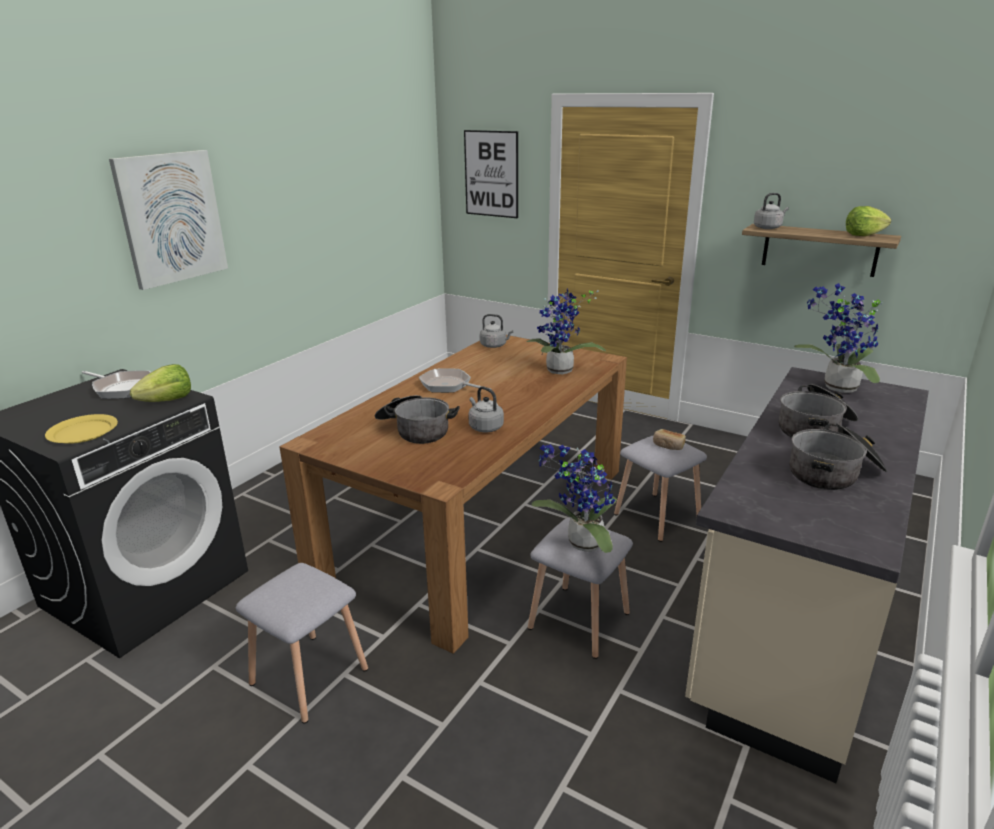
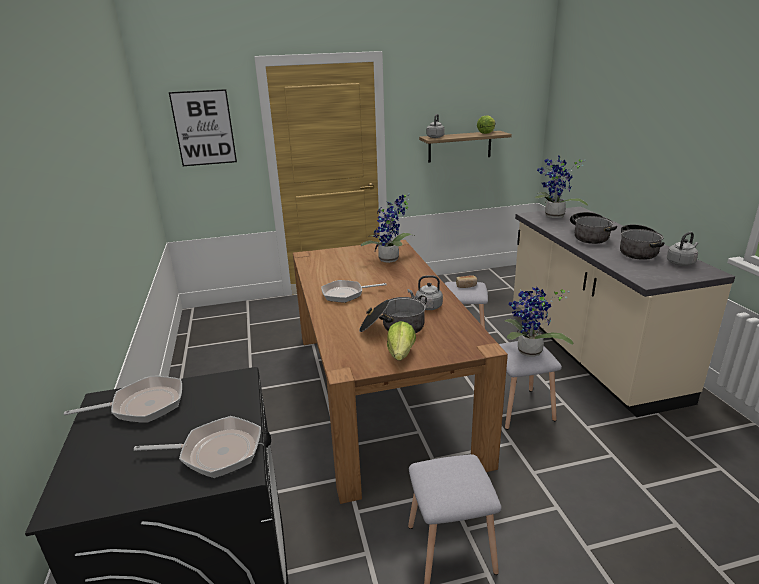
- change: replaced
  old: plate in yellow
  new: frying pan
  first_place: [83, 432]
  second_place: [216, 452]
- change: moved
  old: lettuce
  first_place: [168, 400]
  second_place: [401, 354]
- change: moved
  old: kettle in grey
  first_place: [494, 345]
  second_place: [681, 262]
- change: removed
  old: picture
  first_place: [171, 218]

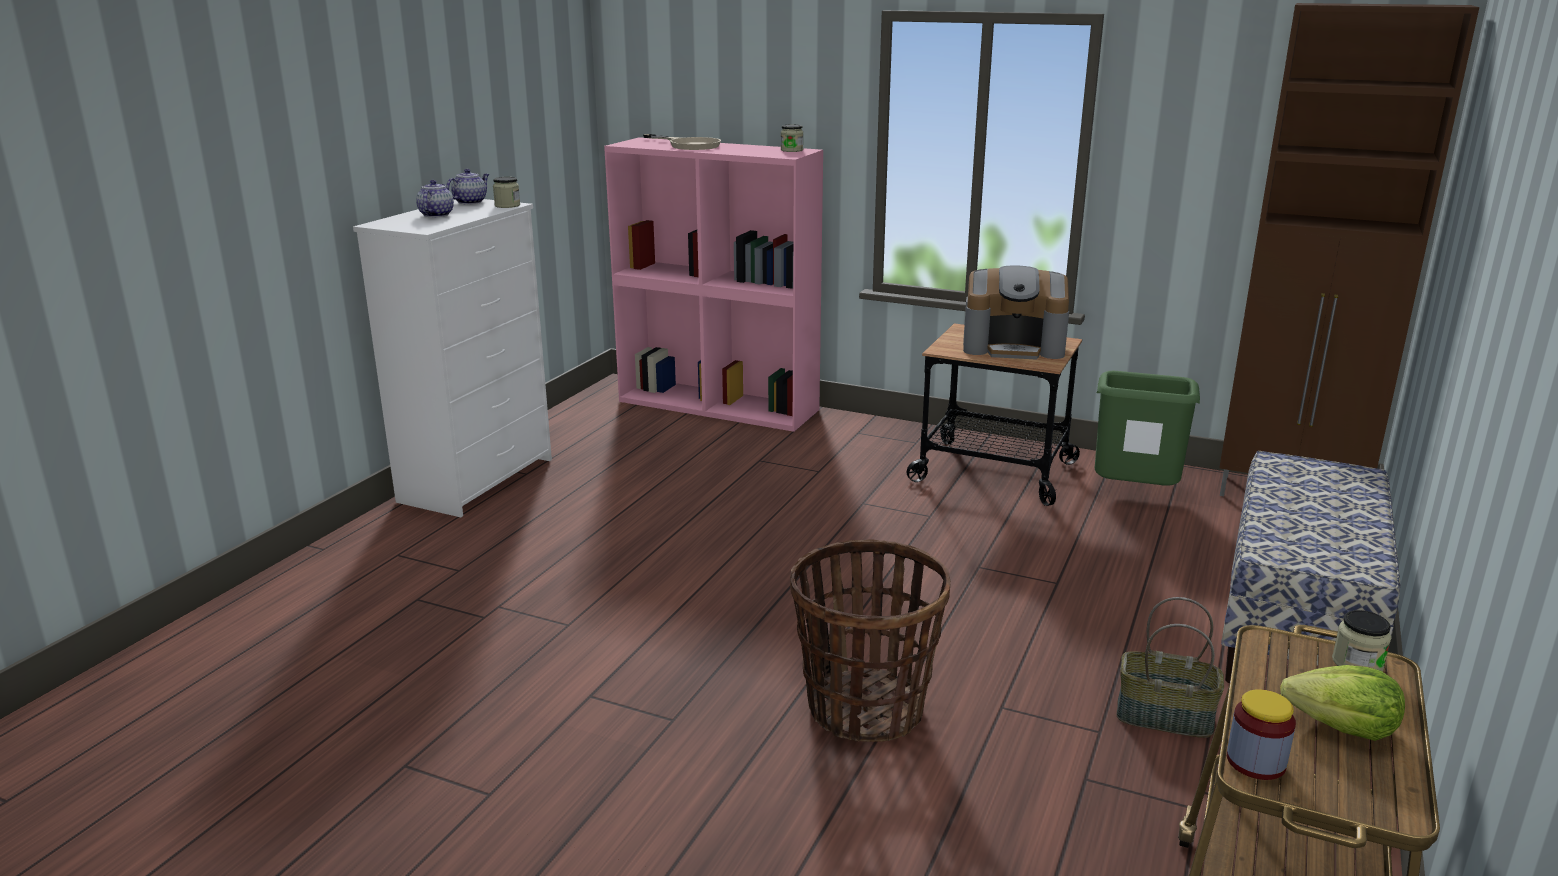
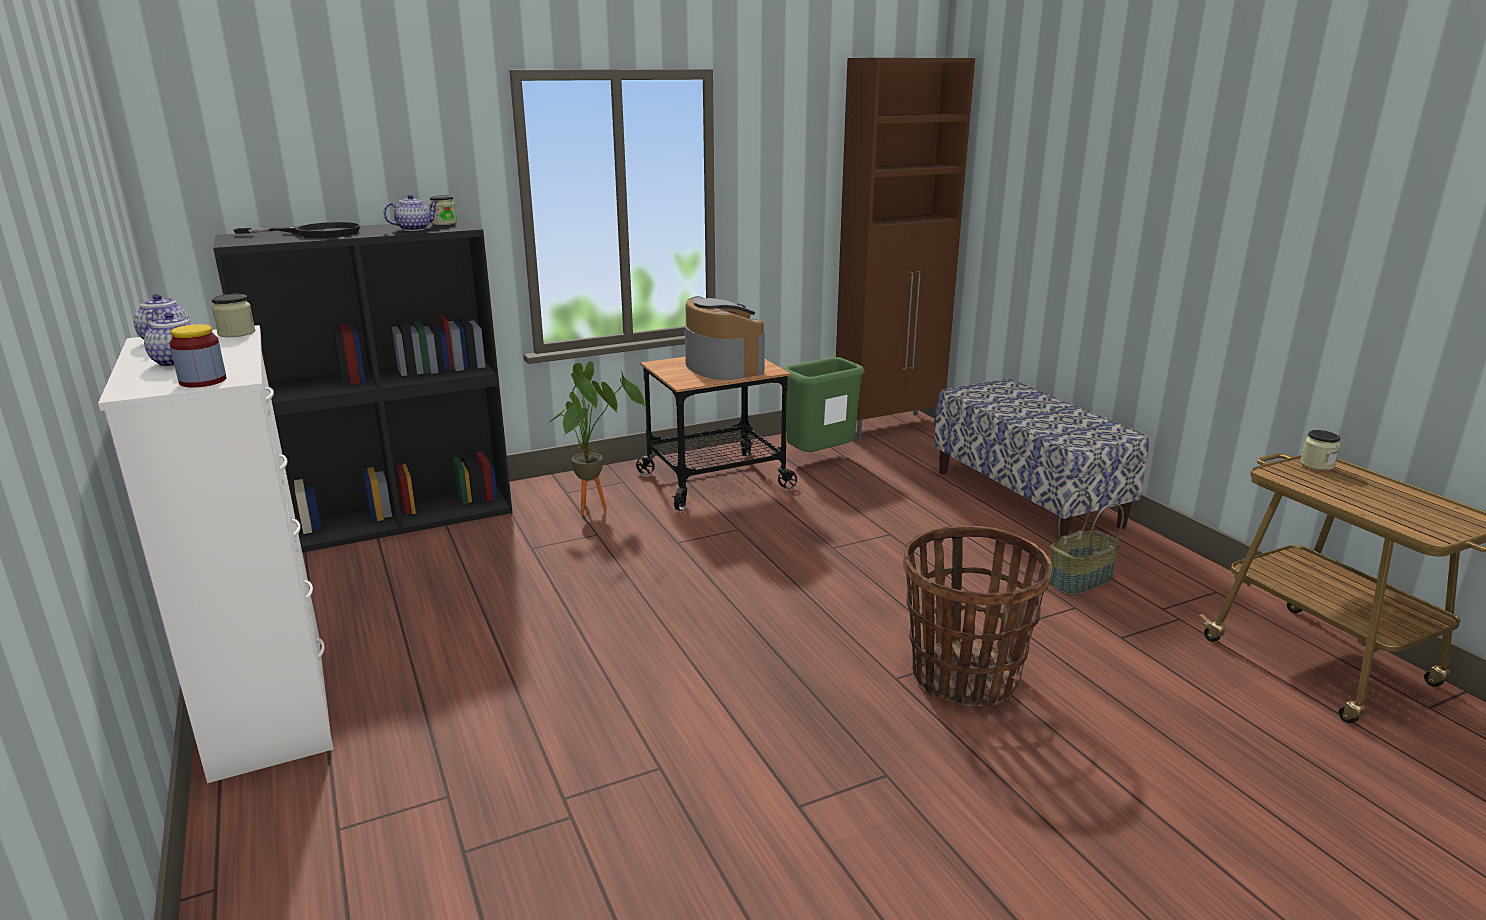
- change: moved
  old: jar
  first_place: [1255, 762]
  second_place: [203, 381]
- change: recoloured
  old: bookcase in pink
  new: bookcase in black
  first_place: [720, 405]
  second_place: [398, 518]
- change: recoloured
  old: frying pan in beige
  new: frying pan in black
  first_place: [688, 145]
  second_place: [316, 233]
- change: added
  new: teapot
  second_place: [414, 229]
- change: added
  new: potted plant
  second_place: [596, 506]
- change: turned
  old: coffee machine
  first_place: [1013, 346]
  second_place: [722, 366]
  degrees: -75
- change: removed
  old: lettuce
  first_place: [1342, 727]

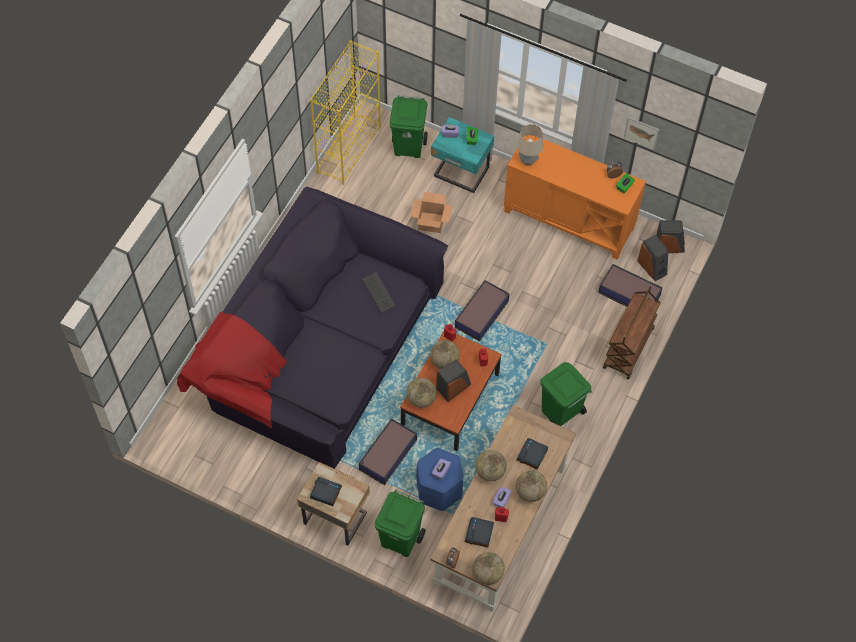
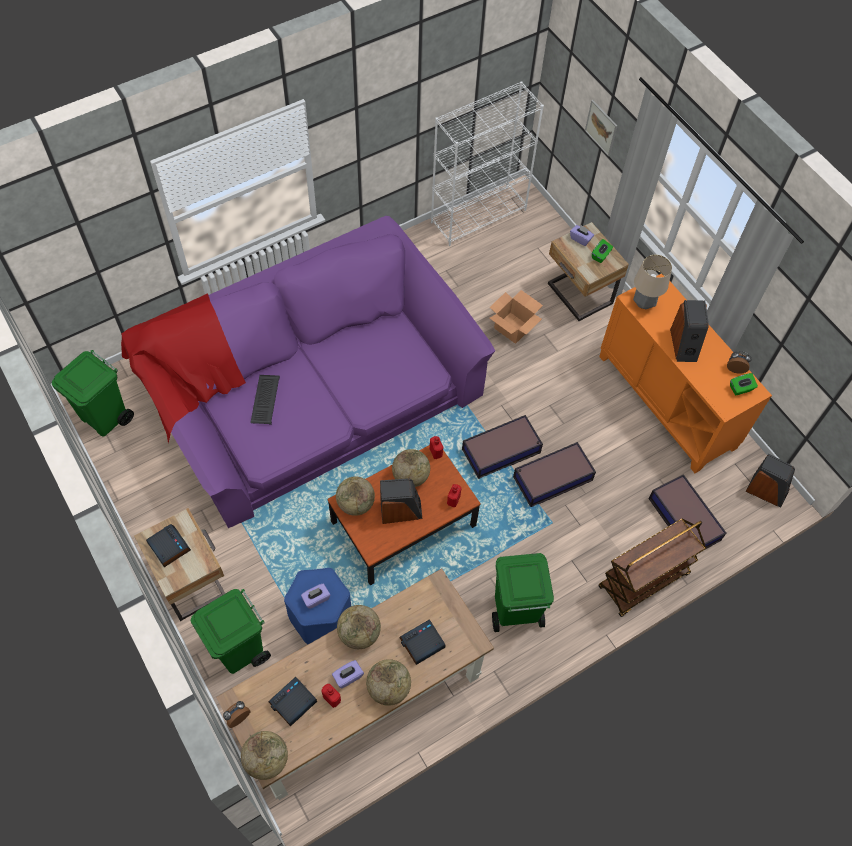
- change: moved
  old: trash can in green
  first_place: [409, 147]
  second_place: [105, 417]
- change: recoloured
  old: sofa in black
  new: sofa in purple
  first_place: [319, 342]
  second_place: [311, 387]
- change: moved
  old: keyboard
  first_place: [378, 292]
  second_place: [264, 399]
- change: recoloured
  old: bookcase in yellow
  new: bookcase in white
  first_place: [349, 149]
  second_place: [479, 215]
- change: moved
  old: storage box
  first_place: [387, 455]
  second_place: [551, 479]
- change: recoloured
  old: nightstand in turquoise
  new: nightstand in beige
  first_place: [461, 173]
  second_place: [578, 295]
- change: moved
  old: picture
  first_place: [641, 133]
  second_place: [601, 127]
- change: moved
  old: speaker
  first_place: [652, 267]
  second_place: [684, 345]

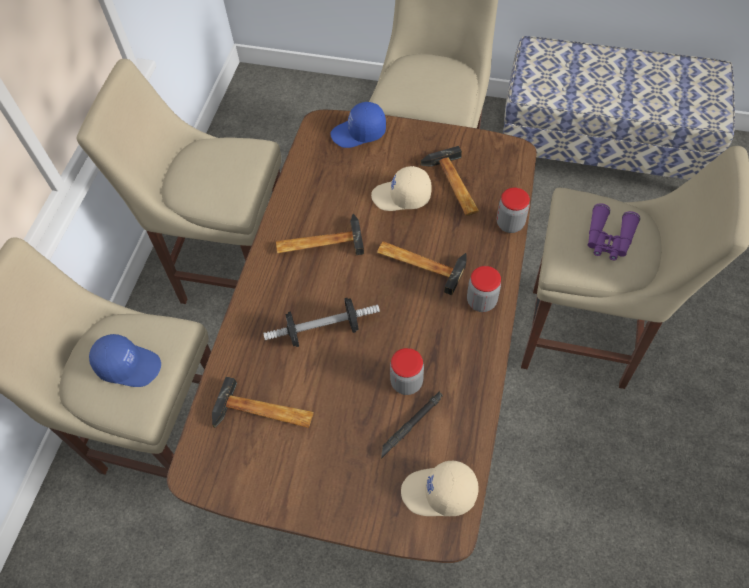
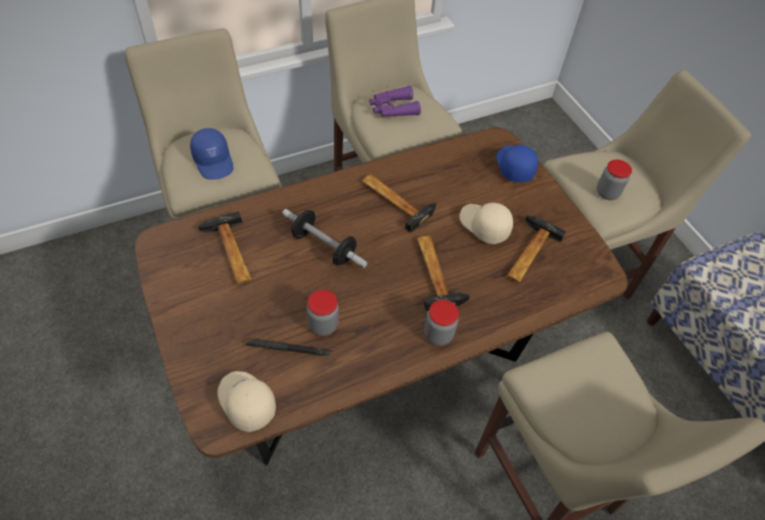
- change: moved
  old: binoculars in purple
  first_place: [608, 239]
  second_place: [393, 109]
- change: turned
  old: cap in blue
  first_place: [359, 133]
  second_place: [513, 166]
  degrees: 45
- change: moved
  old: jar
  first_place: [510, 224]
  second_place: [607, 193]

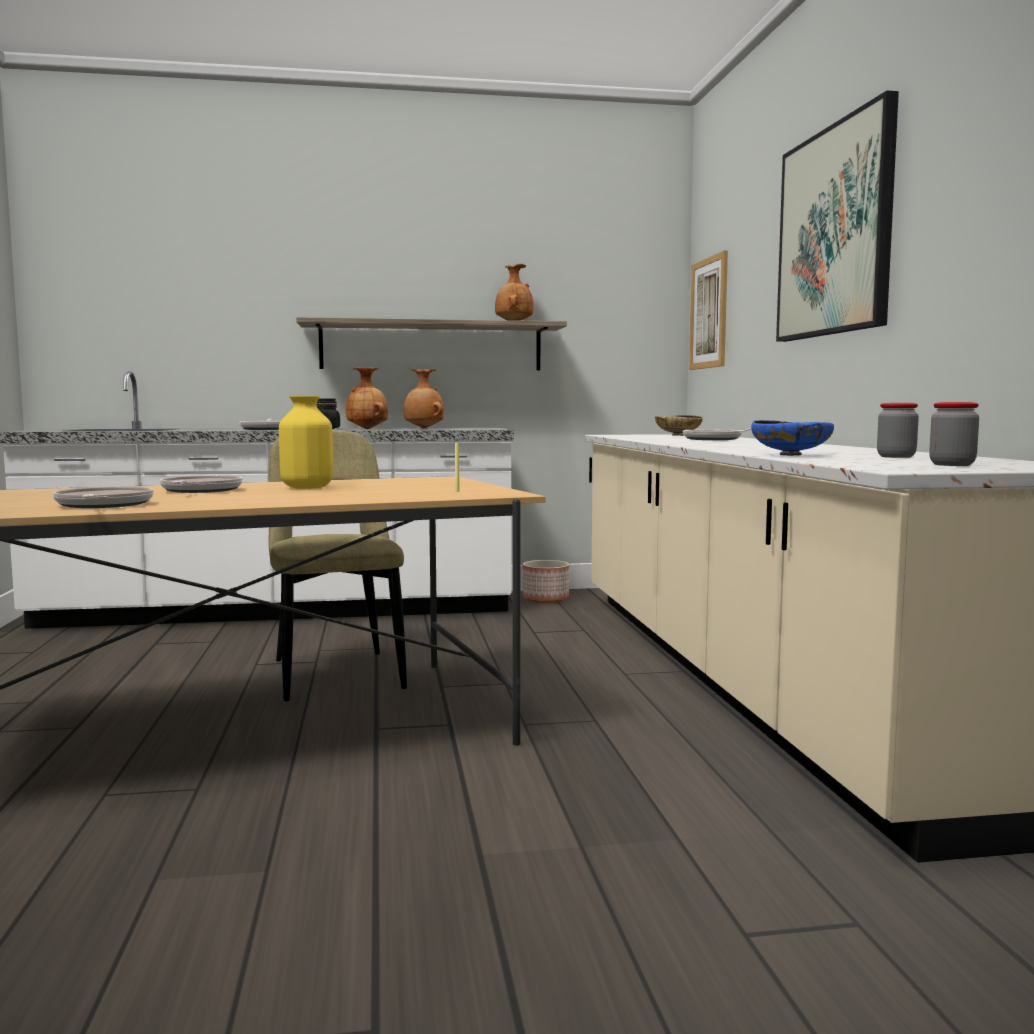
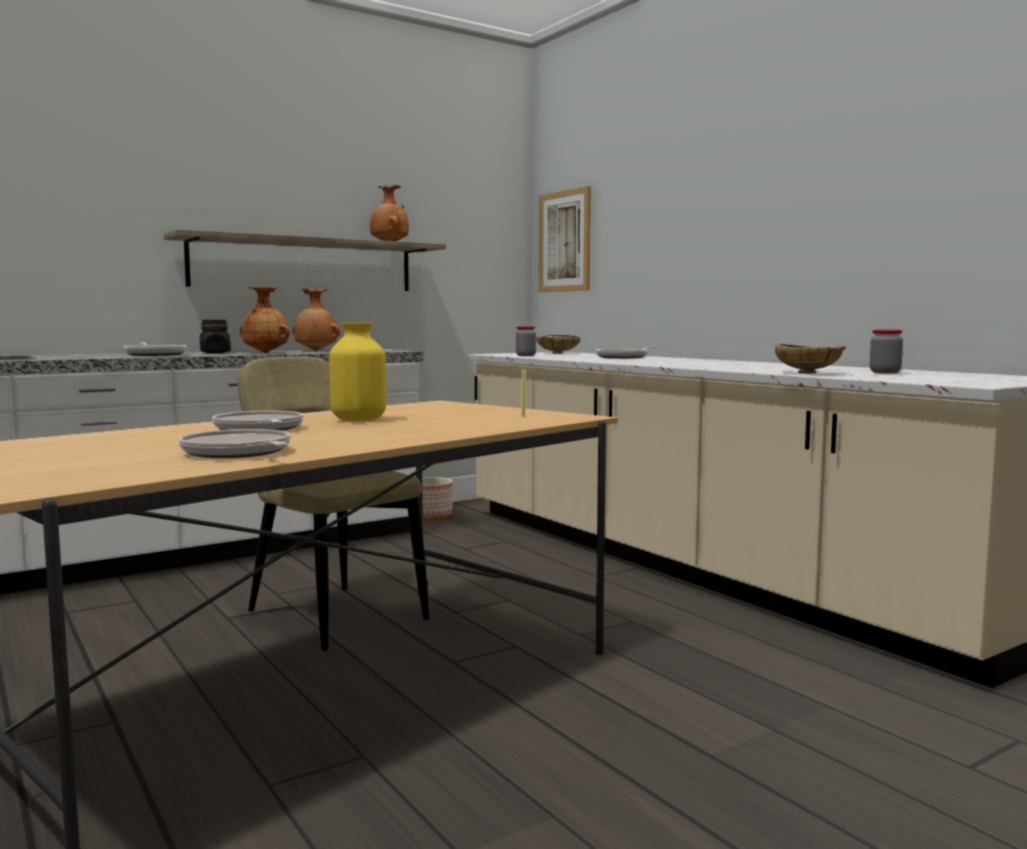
- change: moved
  old: jar
  first_place: [952, 465]
  second_place: [525, 355]
- change: recoloured
  old: bowl in blue
  new: bowl in beige
  first_place: [791, 455]
  second_place: [807, 373]
- change: removed
  old: picture
  first_place: [835, 232]

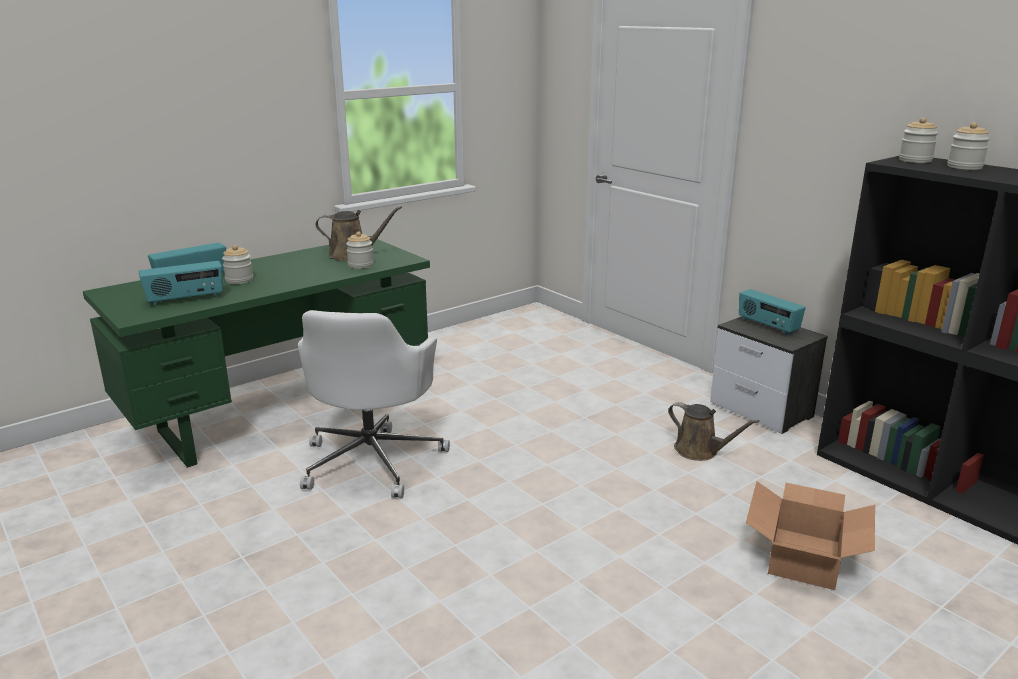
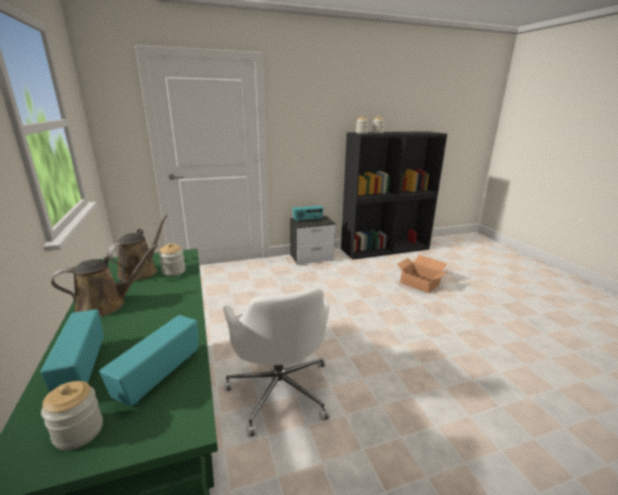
- change: moved
  old: jar
  first_place: [239, 280]
  second_place: [79, 431]
- change: moved
  old: watering can in brown
  first_place: [700, 451]
  second_place: [106, 304]
- change: turned
  old: radio
  first_place: [185, 299]
  second_place: [159, 376]
  degrees: -150
- change: turned
  old: office chair in white
  first_place: [373, 460]
  second_place: [280, 389]
  degrees: 45

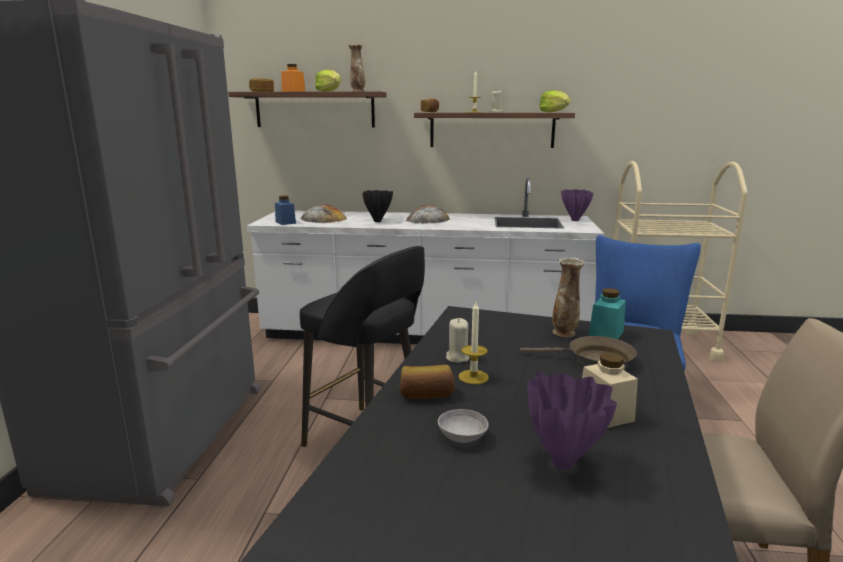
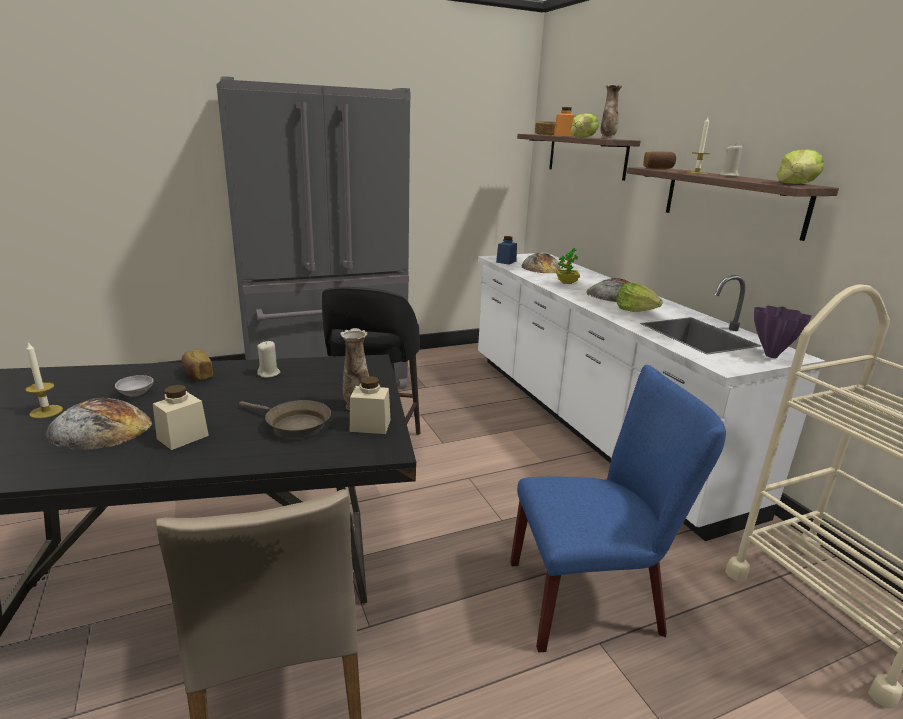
- change: moved
  old: candle
  first_place: [473, 377]
  second_place: [46, 411]
- change: replaced
  old: vase in purple
  new: bread
  first_place: [563, 464]
  second_place: [99, 428]
- change: turned
  old: frying pan in brown
  first_place: [594, 360]
  second_place: [293, 425]
  degrees: -45
- change: recoloured
  old: jar in turquoise
  new: jar in beige
  first_place: [606, 334]
  second_place: [370, 425]
- change: replaced
  old: vase in black
  new: potted plant
  first_place: [378, 221]
  second_place: [566, 282]
- change: added
  new: lettuce
  second_place: [635, 310]

